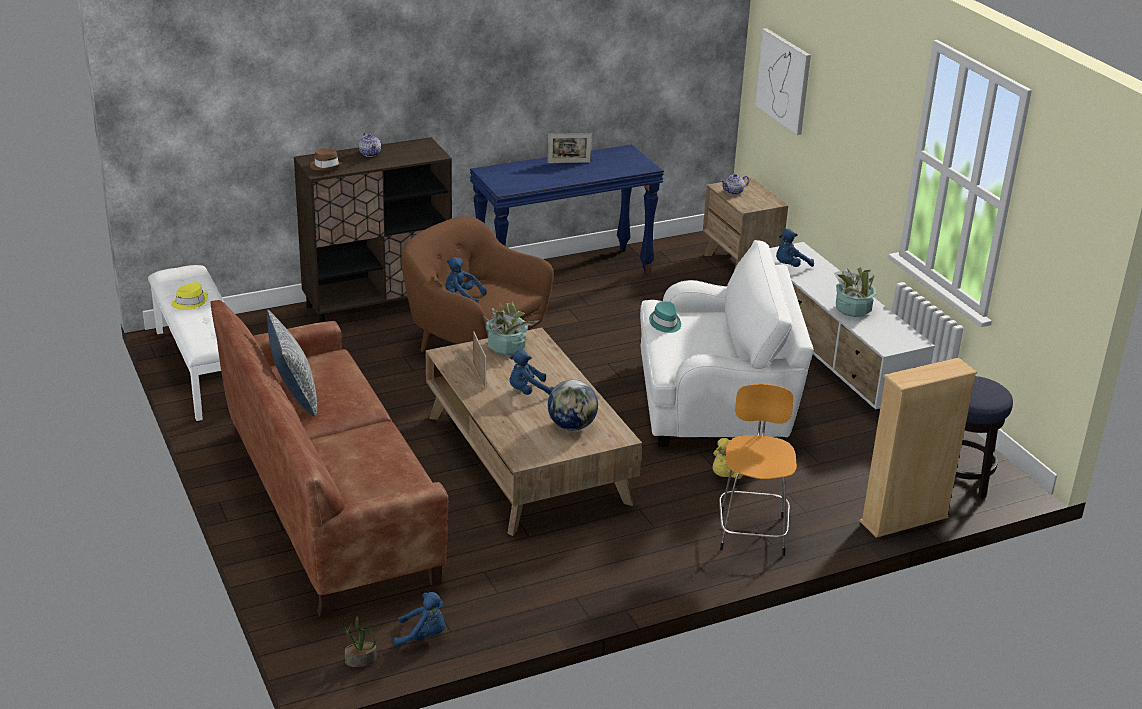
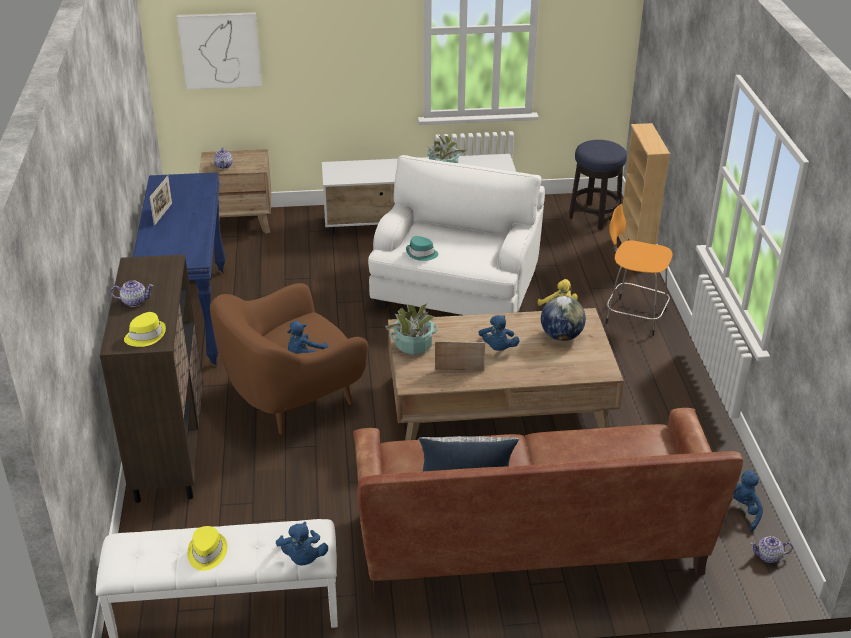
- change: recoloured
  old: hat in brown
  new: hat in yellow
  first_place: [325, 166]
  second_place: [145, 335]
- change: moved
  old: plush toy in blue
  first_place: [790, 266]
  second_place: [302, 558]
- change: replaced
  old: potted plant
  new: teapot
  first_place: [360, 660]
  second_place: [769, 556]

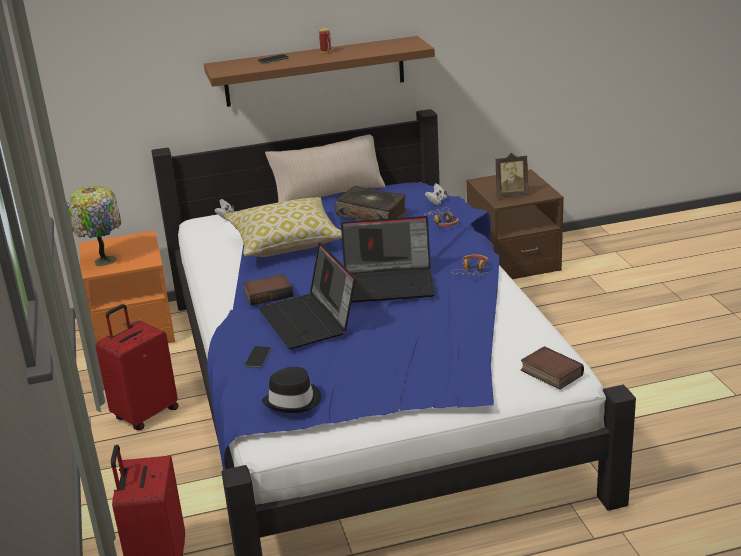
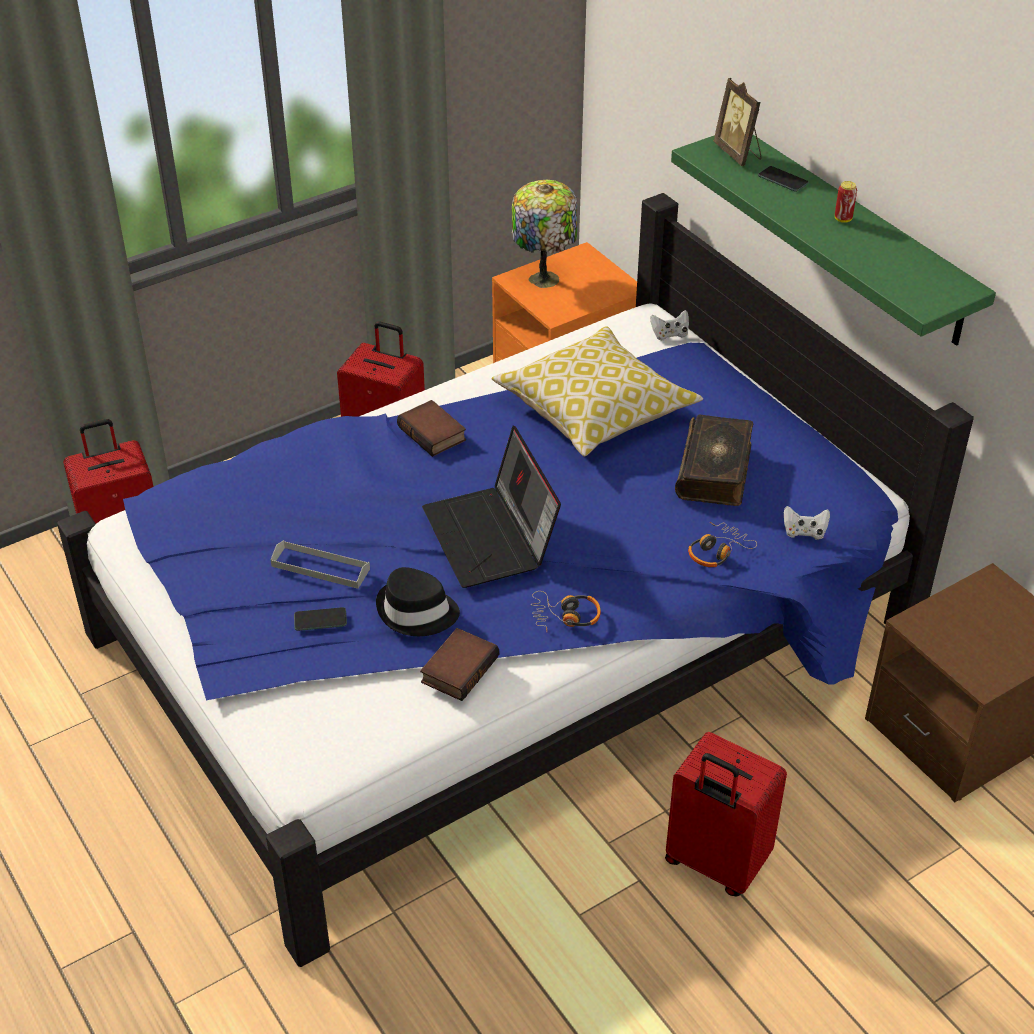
- change: added
  new: tray in grey
  second_place: [320, 567]
- change: moved
  old: phone
  first_place: [258, 357]
  second_place: [320, 620]
- change: moved
  old: hat in black
  first_place: [294, 400]
  second_place: [417, 612]
- change: moved
  old: book
  first_place: [550, 373]
  second_place: [458, 668]
- change: added
  new: suitcase in red
  second_place: [714, 863]
- change: recoloured
  old: shelf in brown
  new: shelf in green
  first_place: [315, 71]
  second_place: [853, 236]
- change: moved
  old: picture frame
  first_place: [511, 195]
  second_place: [738, 154]
- change: removed
  old: laptop
  first_place: [309, 321]
- change: removed
  old: pillow in beige
  first_place: [328, 193]

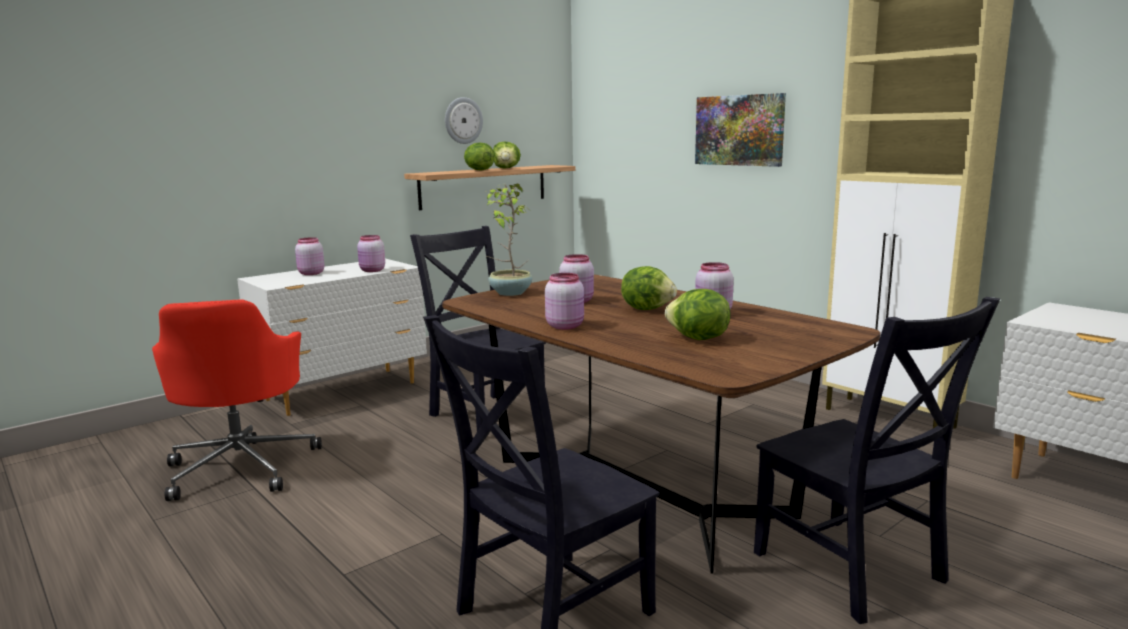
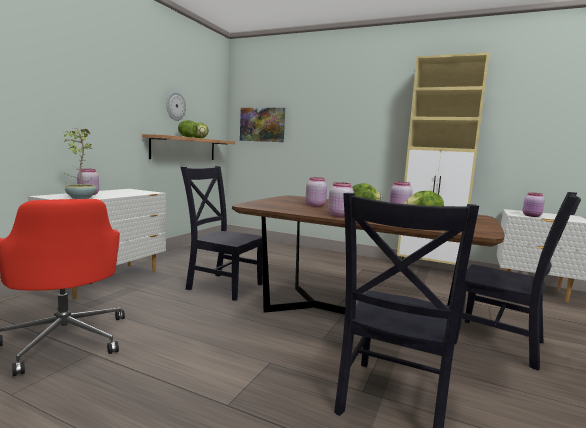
- change: moved
  old: potted plant
  first_place: [509, 293]
  second_place: [80, 198]
- change: moved
  old: picture
  first_place: [739, 130]
  second_place: [262, 124]
- change: moved
  old: jar in pink
  first_place: [372, 270]
  second_place: [532, 216]

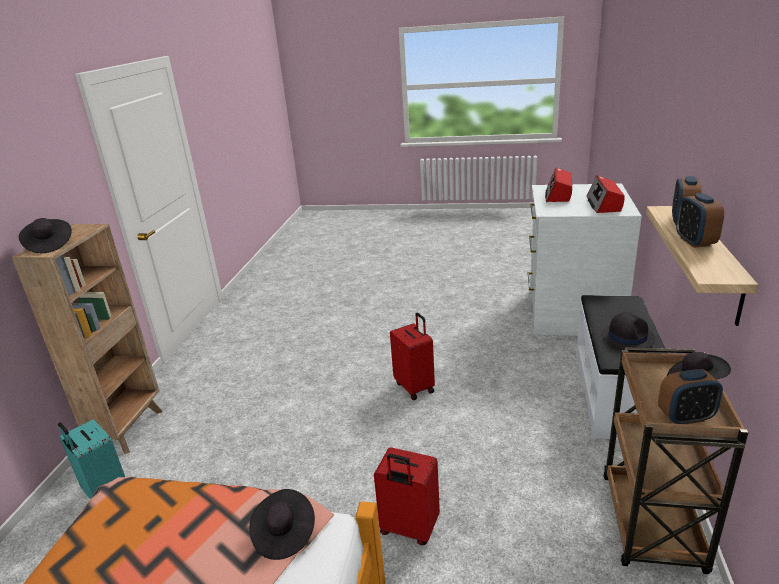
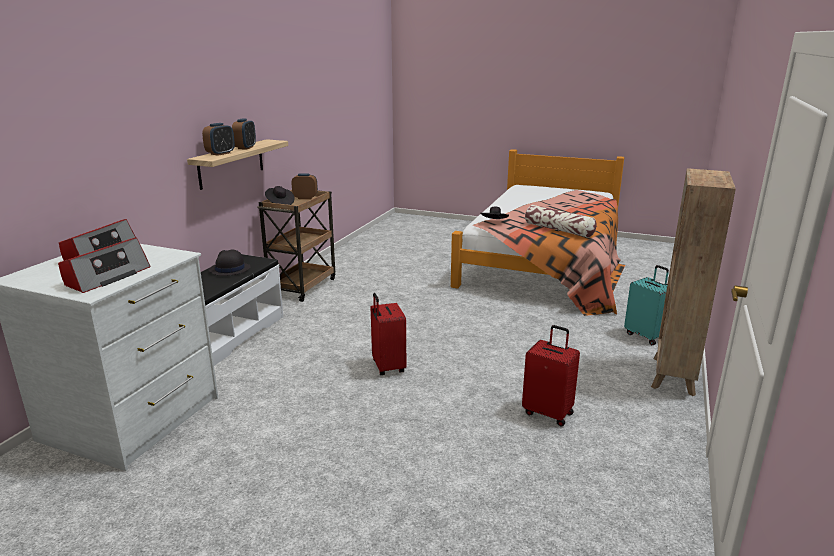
- change: moved
  old: suitcase in red
  first_place: [409, 529]
  second_place: [548, 413]
- change: added
  new: pillow
  second_place: [559, 230]
- change: removed
  old: hat in black
  first_place: [49, 245]

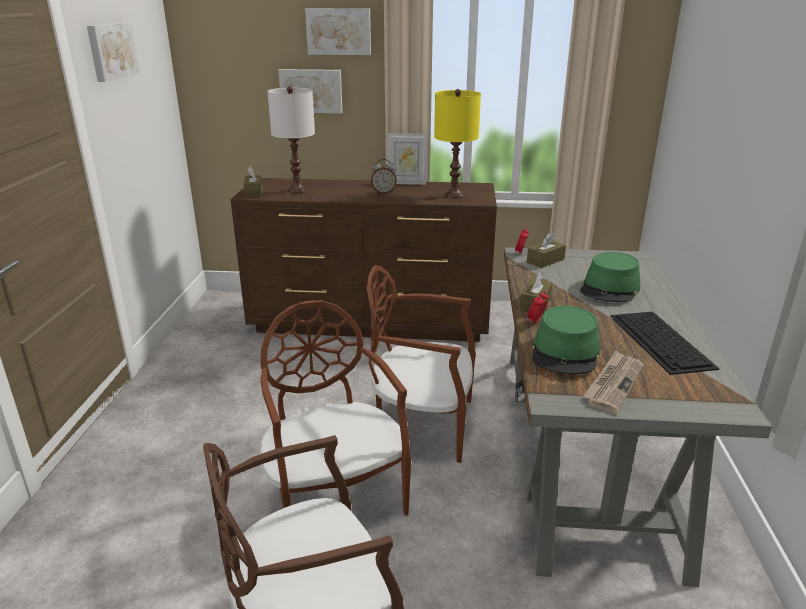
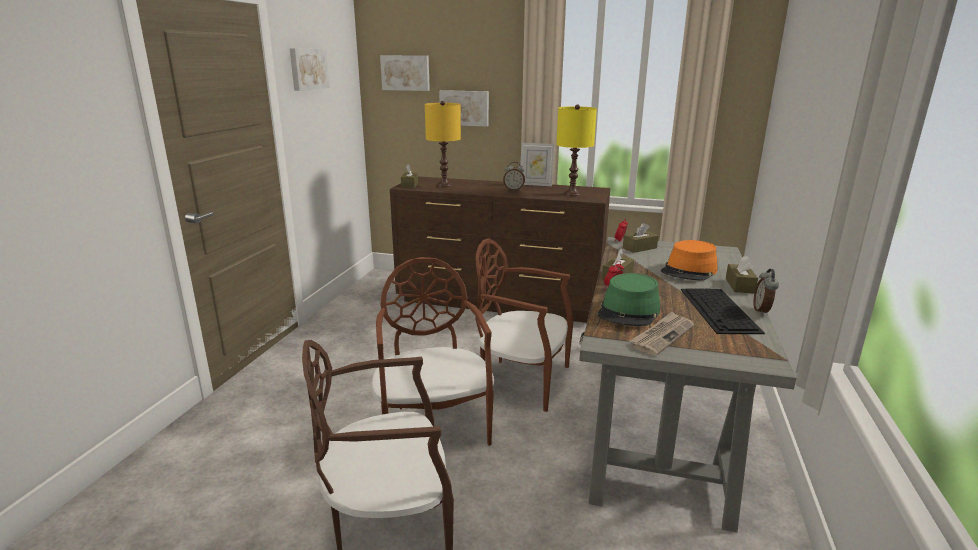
- change: moved
  old: picture
  first_place: [339, 31]
  second_place: [405, 73]
- change: recoloured
  old: table lamp in white
  new: table lamp in yellow
  first_place: [297, 190]
  second_place: [444, 185]
- change: recoloured
  old: hat in green
  new: hat in orange
  first_place: [610, 289]
  second_place: [689, 271]
- change: added
  new: tissue box in brown
  second_place: [740, 285]
- change: added
  new: alarm clock
  second_place: [762, 311]

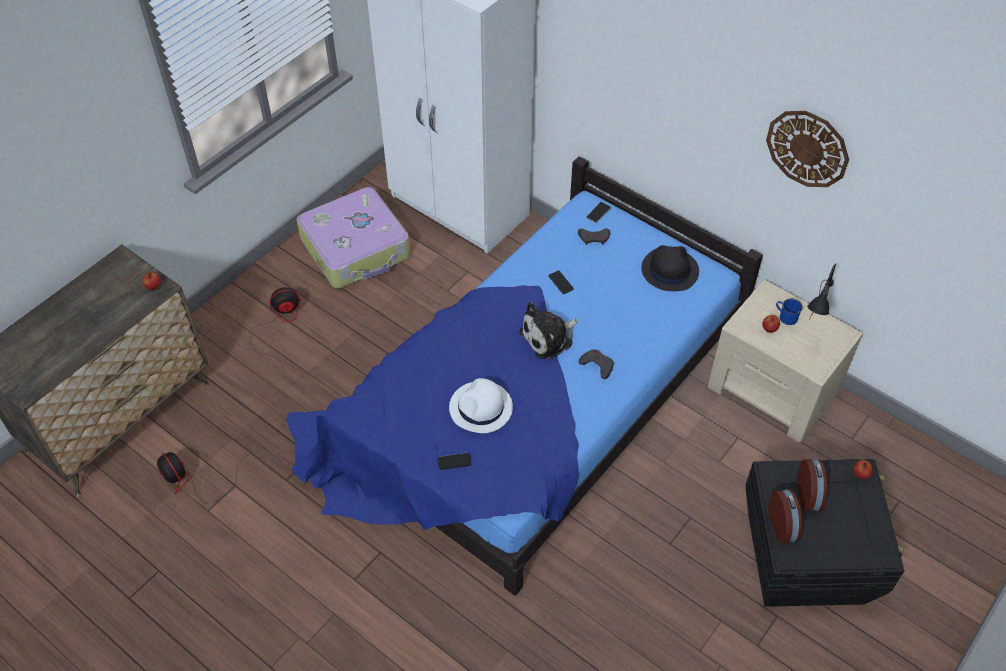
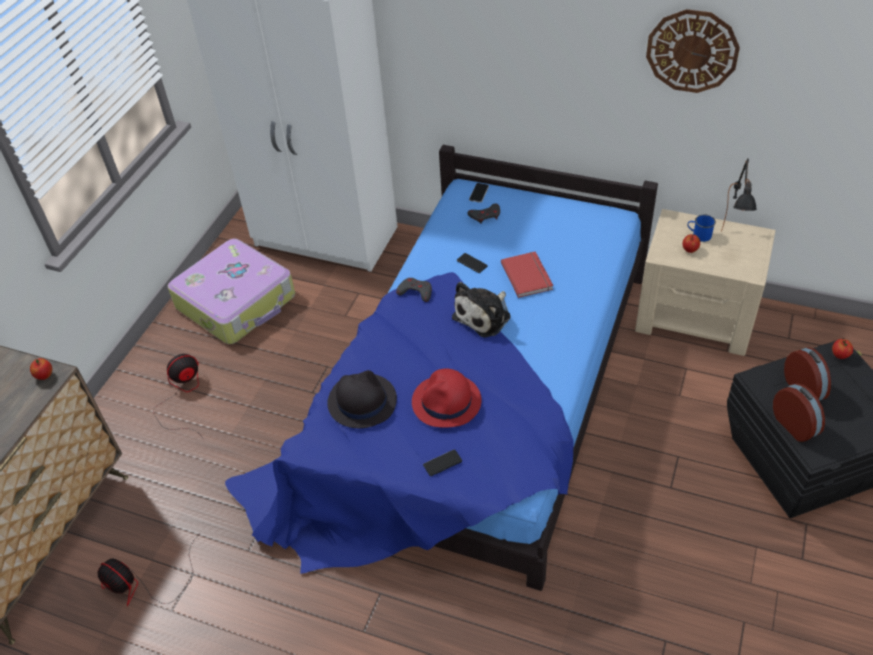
- change: moved
  old: hat in black
  first_place: [669, 270]
  second_place: [361, 401]
- change: moved
  old: game controller in grey
  first_place: [597, 365]
  second_place: [415, 292]
- change: recoloured
  old: hat in white
  new: hat in red
  first_place: [481, 408]
  second_place: [447, 402]
- change: added
  new: book in red
  second_place: [528, 275]

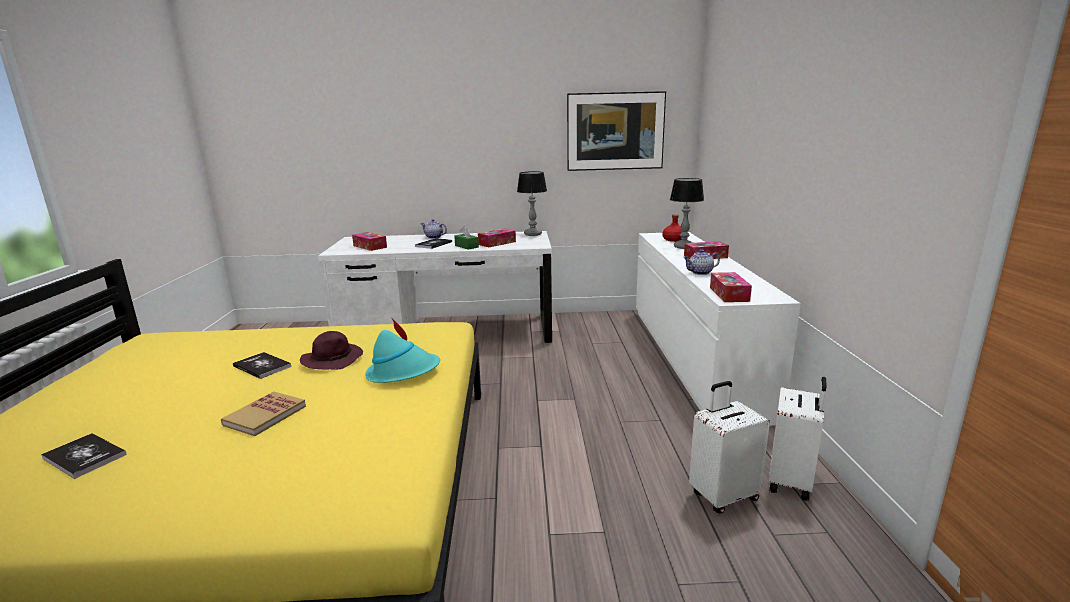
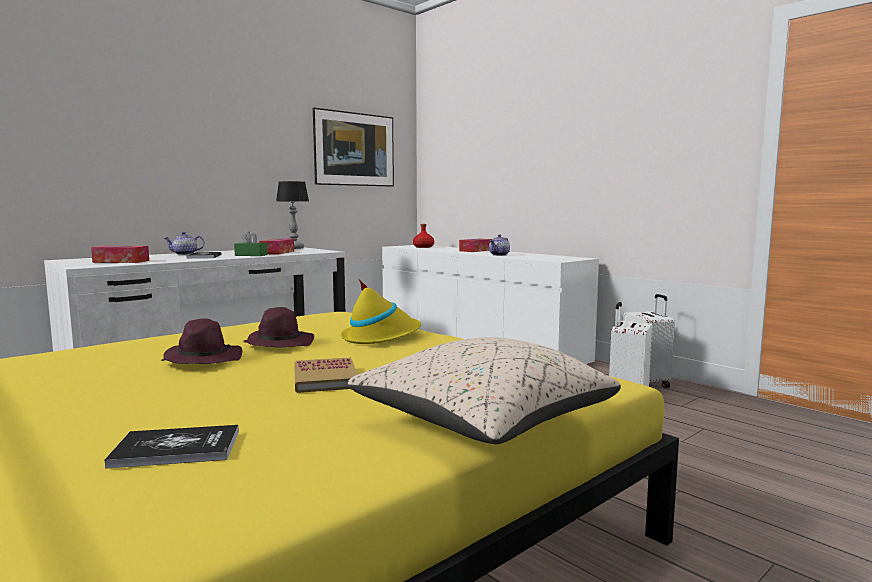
- change: replaced
  old: book
  new: hat in purple
  first_place: [262, 366]
  second_place: [202, 359]
- change: recoloured
  old: hat in turquoise
  new: hat in yellow
  first_place: [403, 372]
  second_place: [381, 337]
- change: added
  new: pillow in beige
  second_place: [483, 424]
- change: removed
  old: table lamp
  first_place: [683, 247]
- change: removed
  old: tissue box
  first_place: [729, 294]

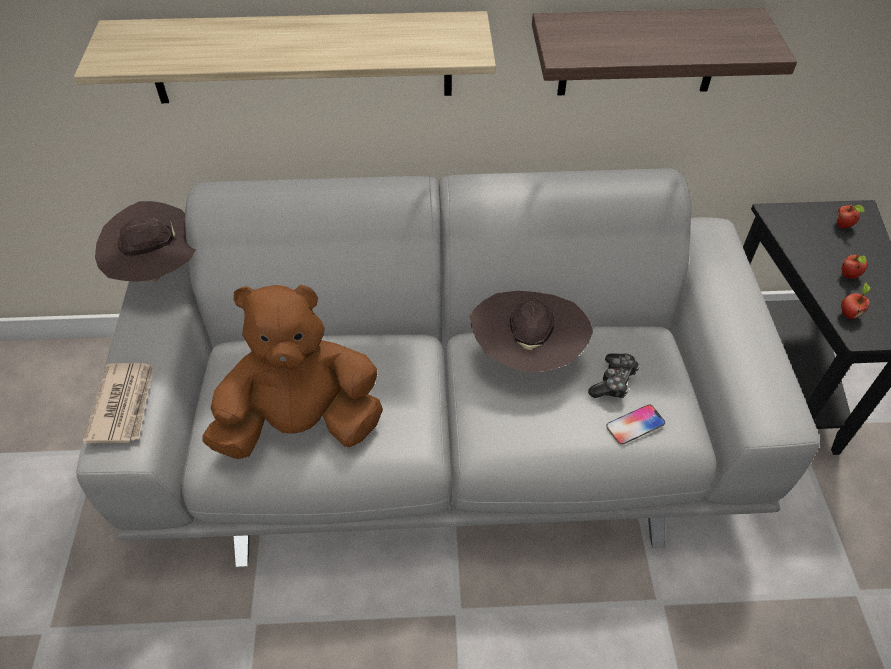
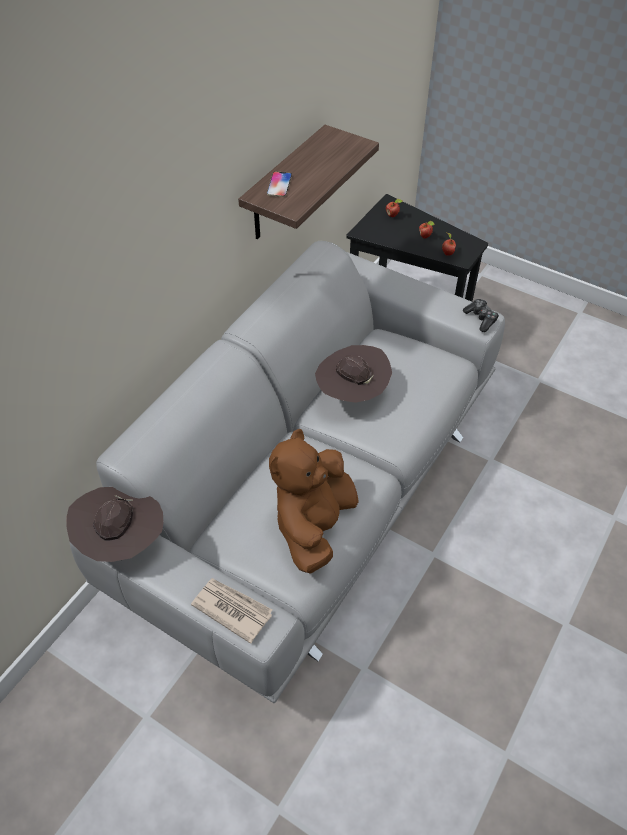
- change: moved
  old: phone
  first_place: [635, 425]
  second_place: [279, 185]
- change: moved
  old: game controller
  first_place: [613, 381]
  second_place: [480, 319]
- change: removed
  old: shelf
  first_place: [301, 58]

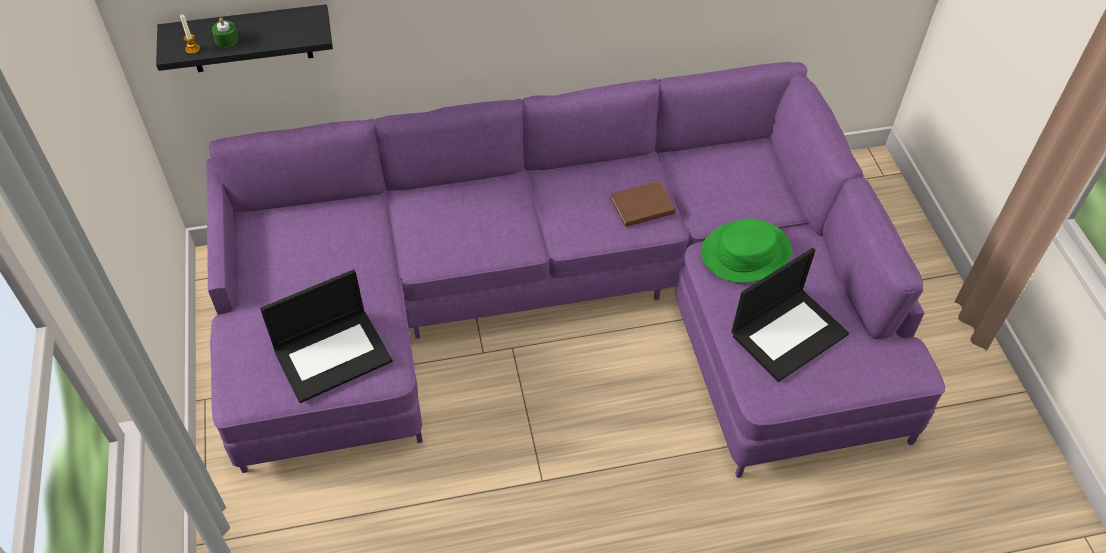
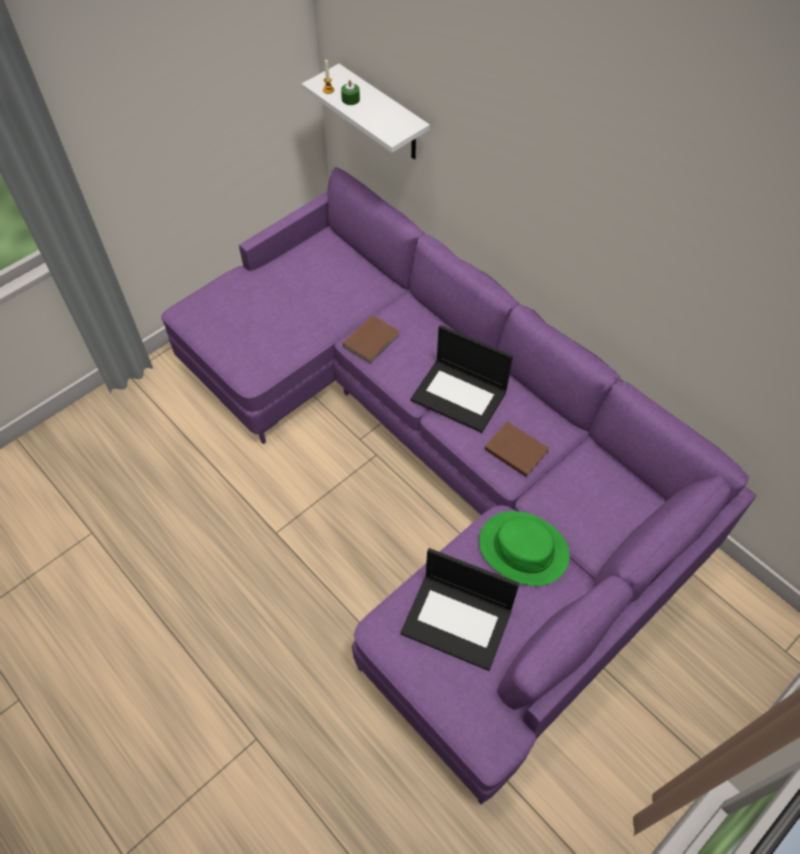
- change: recoloured
  old: shelf in black
  new: shelf in white
  first_place: [249, 39]
  second_place: [383, 115]
- change: added
  new: book in brown
  second_place: [372, 340]
- change: moved
  old: laptop
  first_place: [333, 354]
  second_place: [460, 395]

